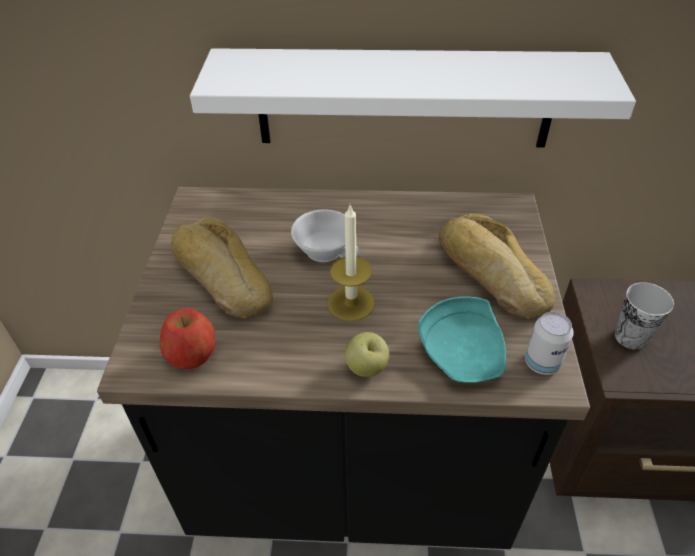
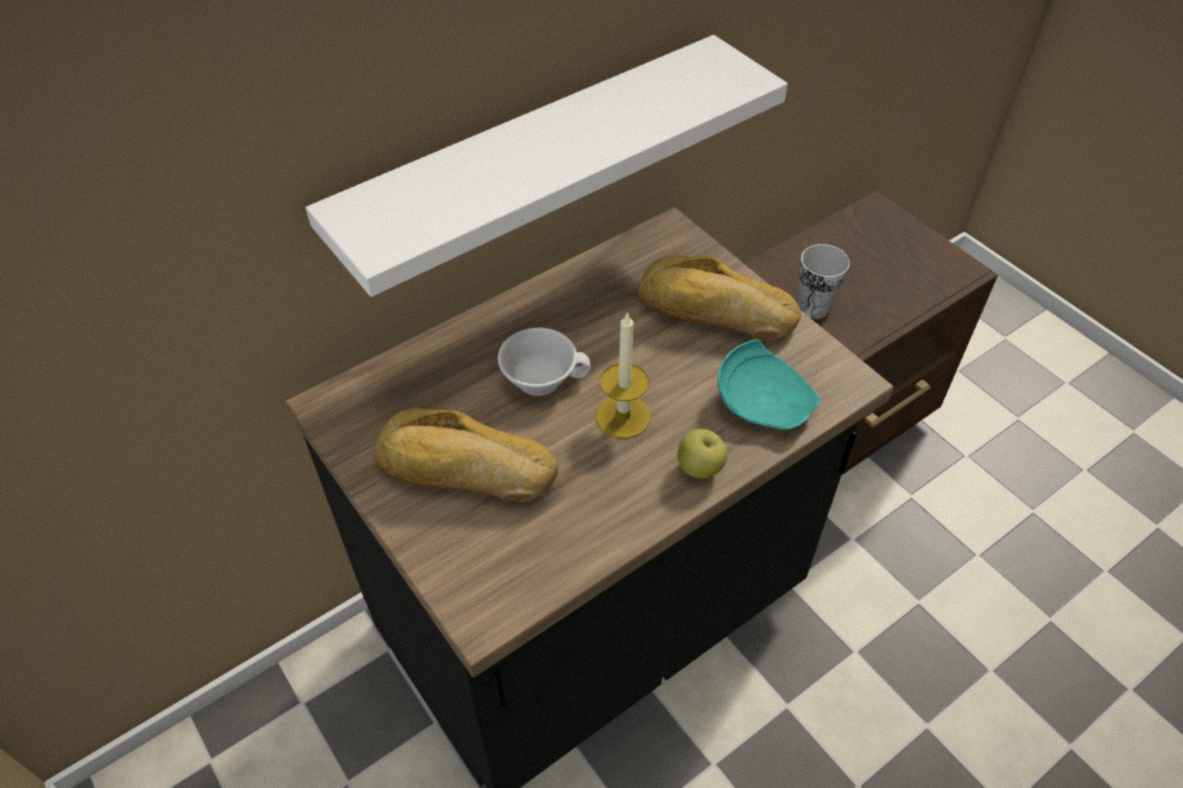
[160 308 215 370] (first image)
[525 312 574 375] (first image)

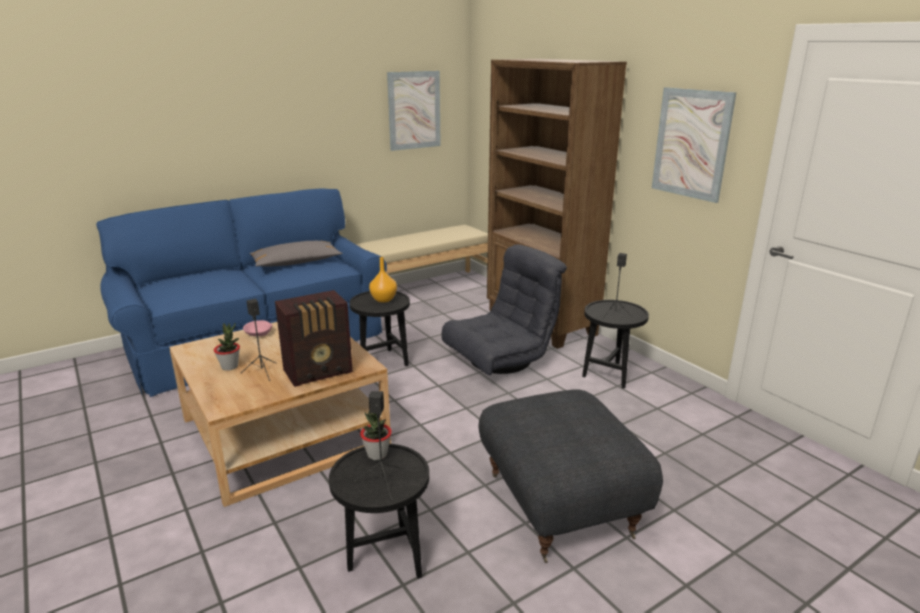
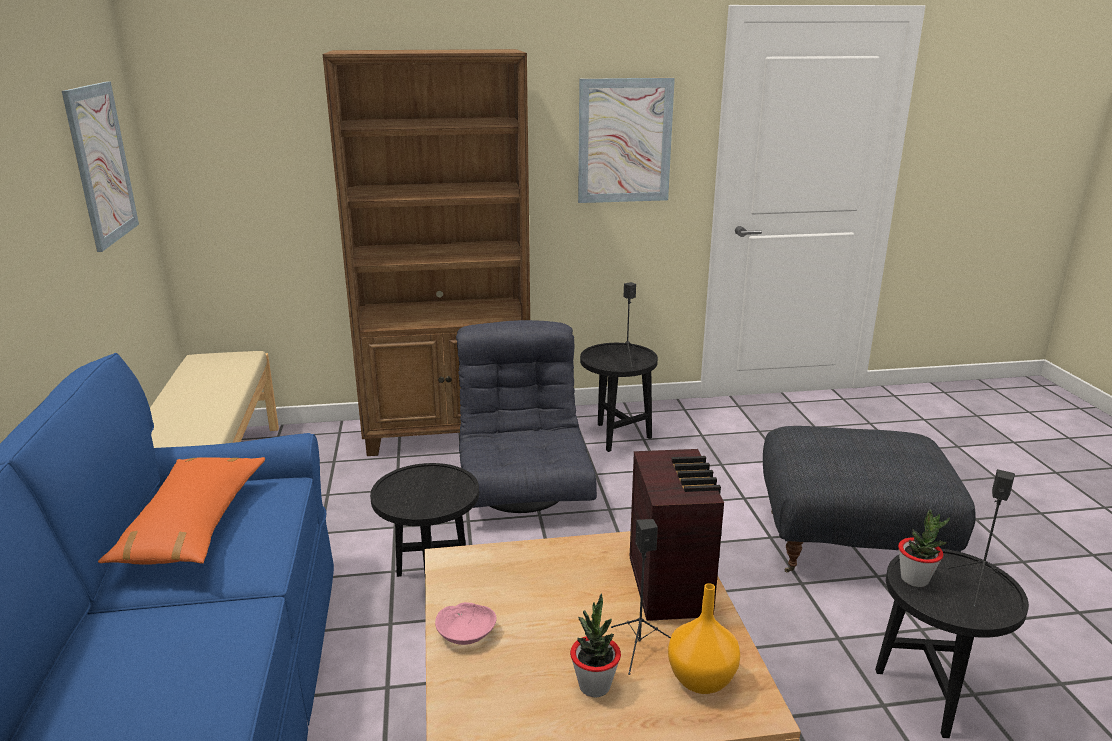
[668 583 740 694]
[98 457 265 564]

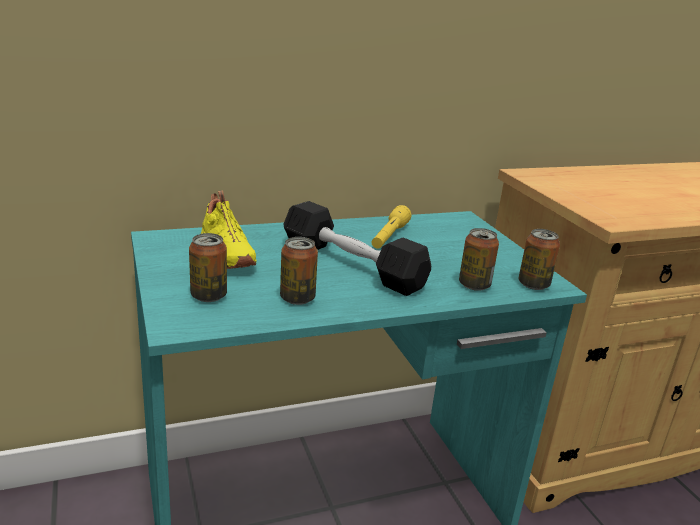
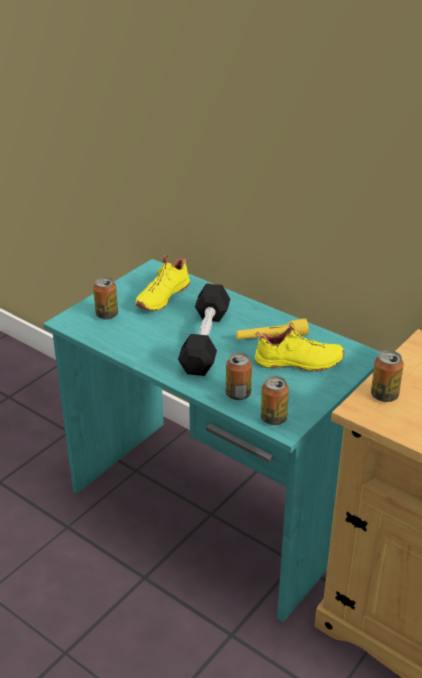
[255 322 344 372]
[371 350 404 402]

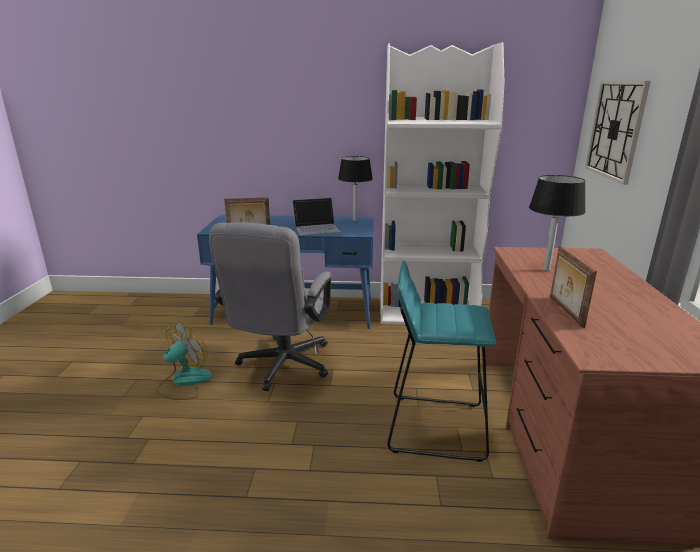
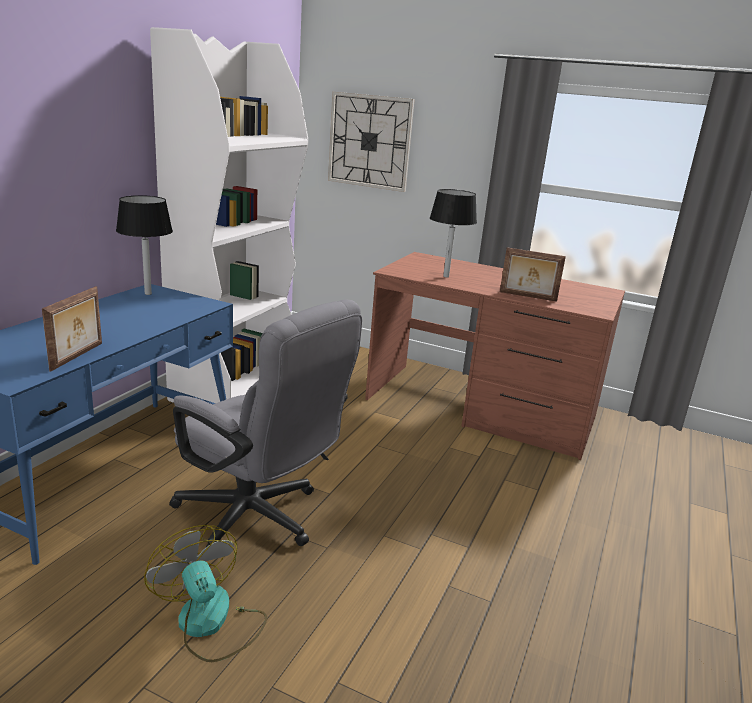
[292 198 341 235] (first image)
[387 260 496 462] (first image)

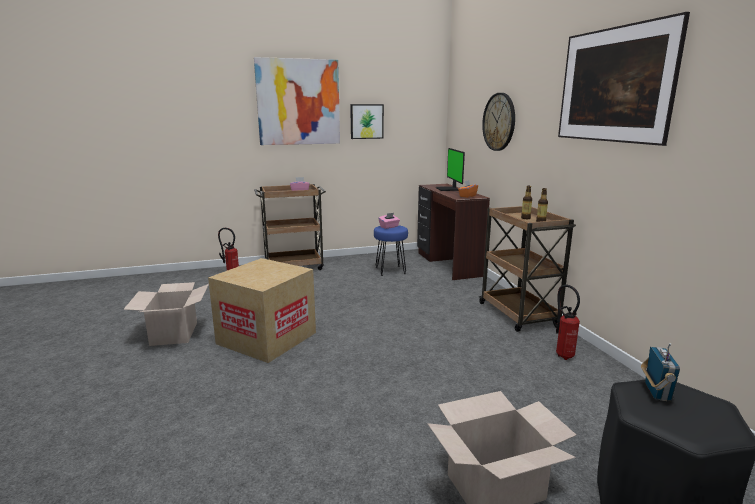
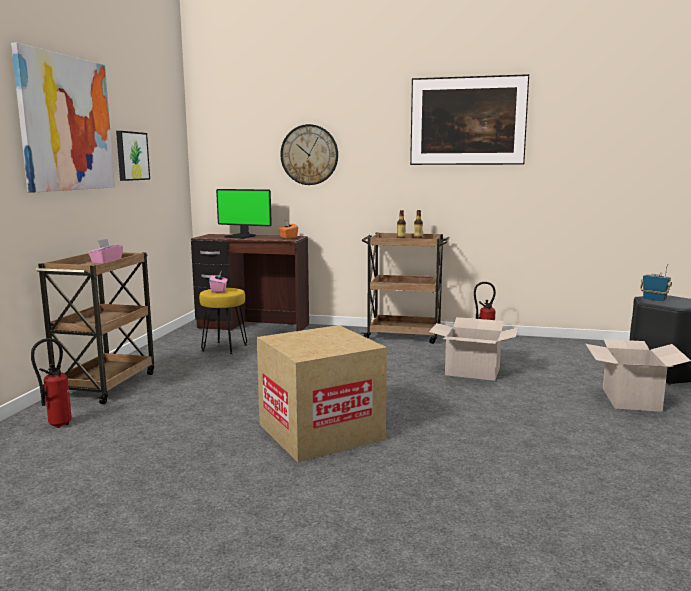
[429 317 519 381]
[199 288 247 354]

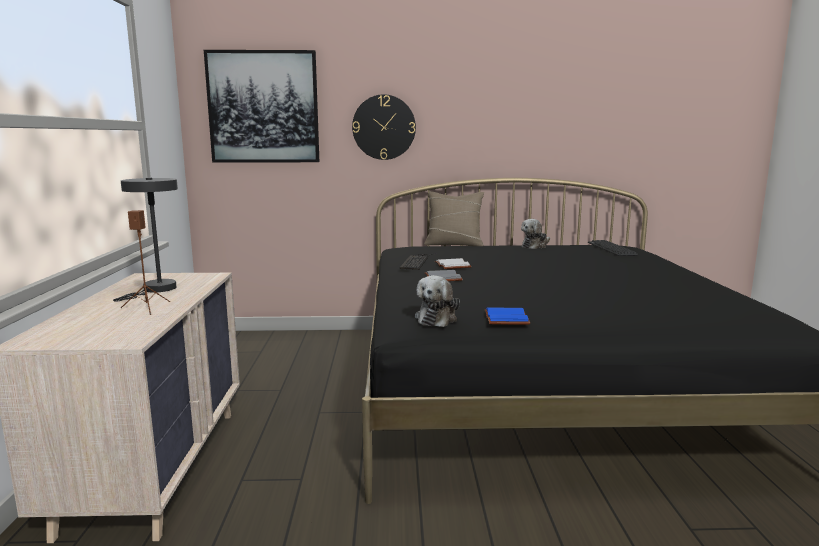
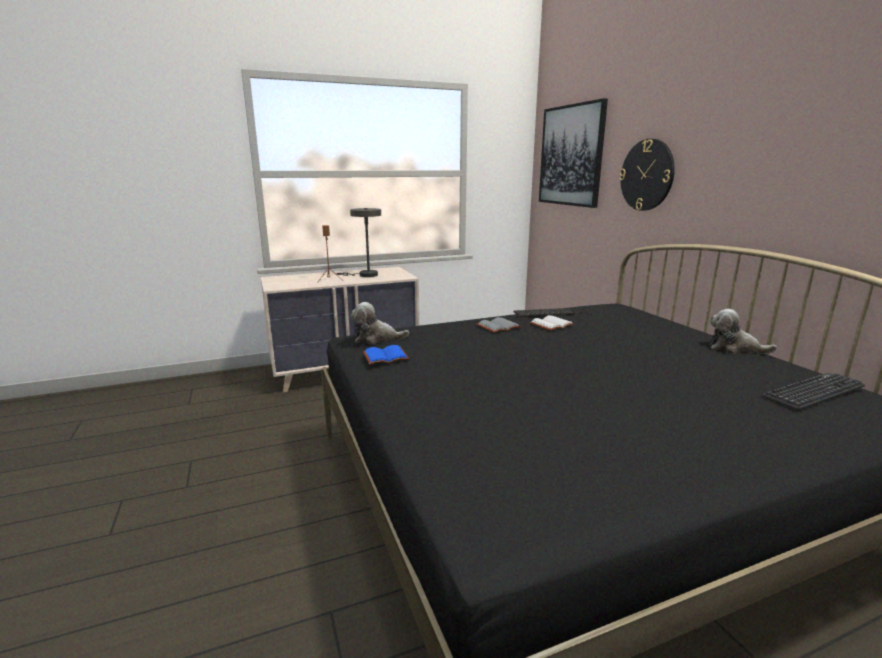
[424 191 484 246] (first image)

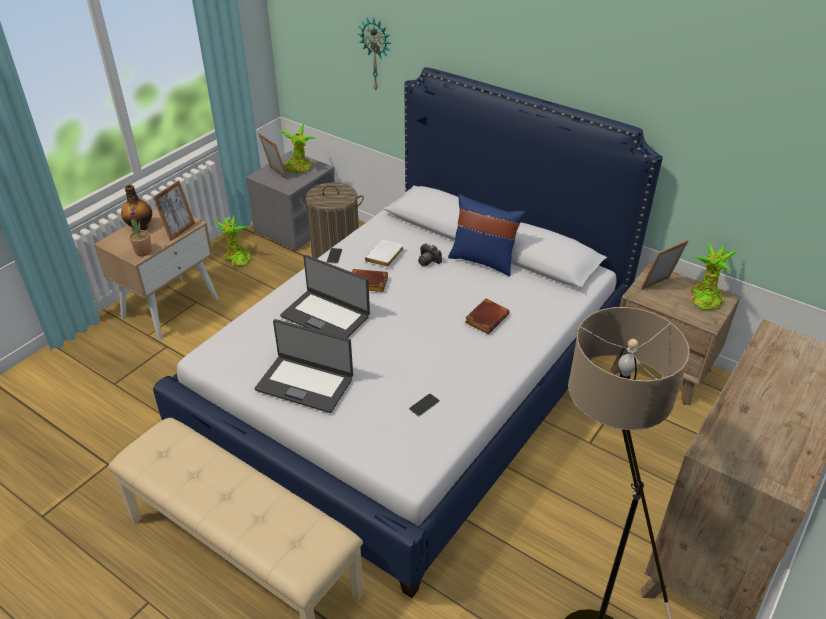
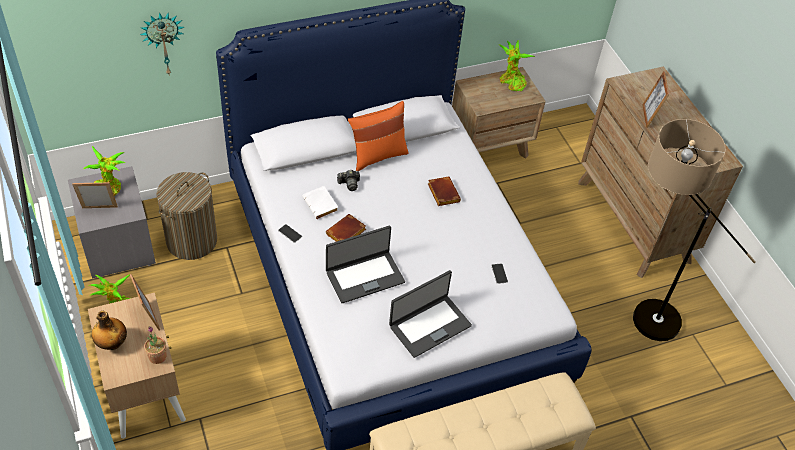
[642 71 669 128]
[348 101 409 171]

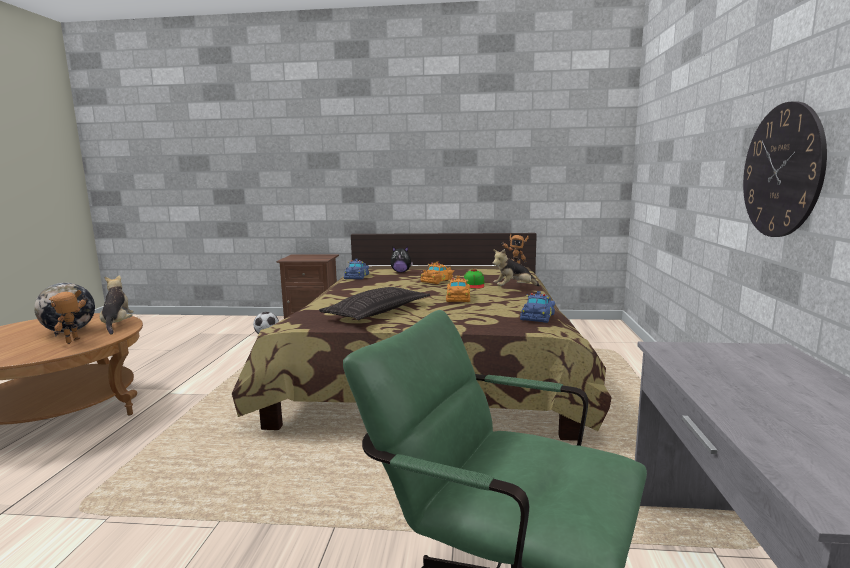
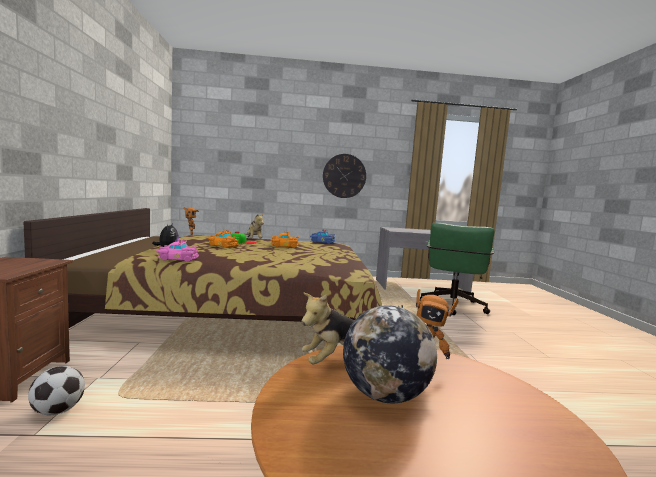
[319 287 430 320] (first image)
[156 239 200 262]

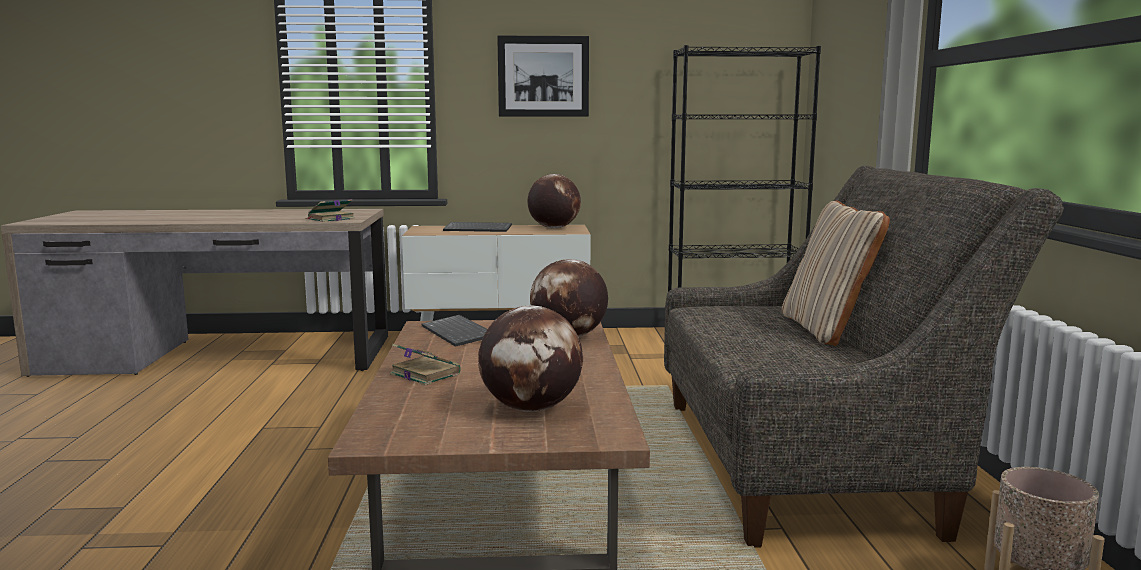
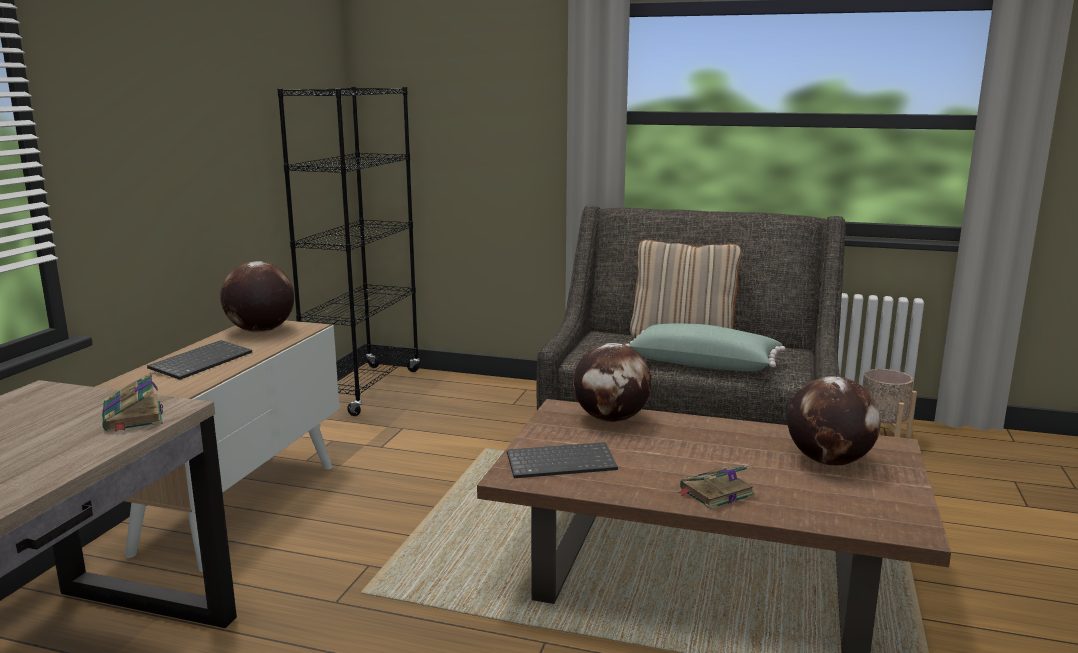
[497 36 589 117] (first image)
[625 323 785 371]

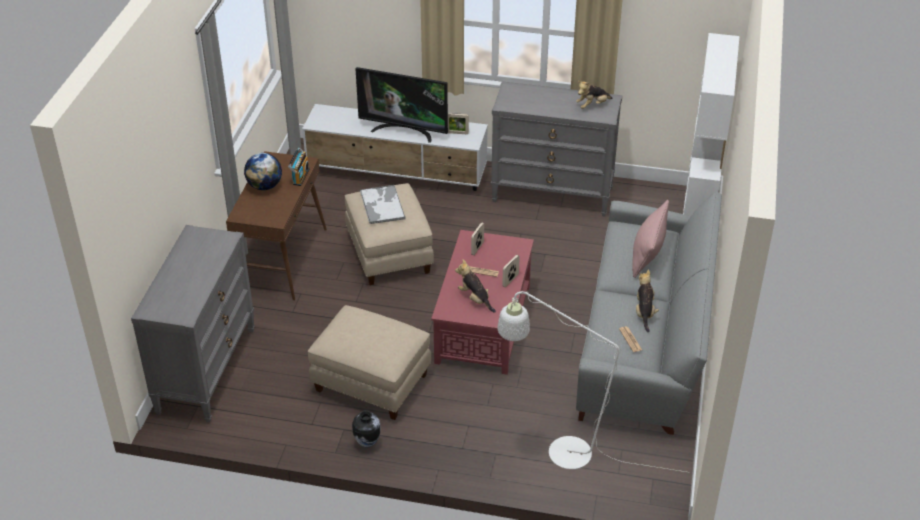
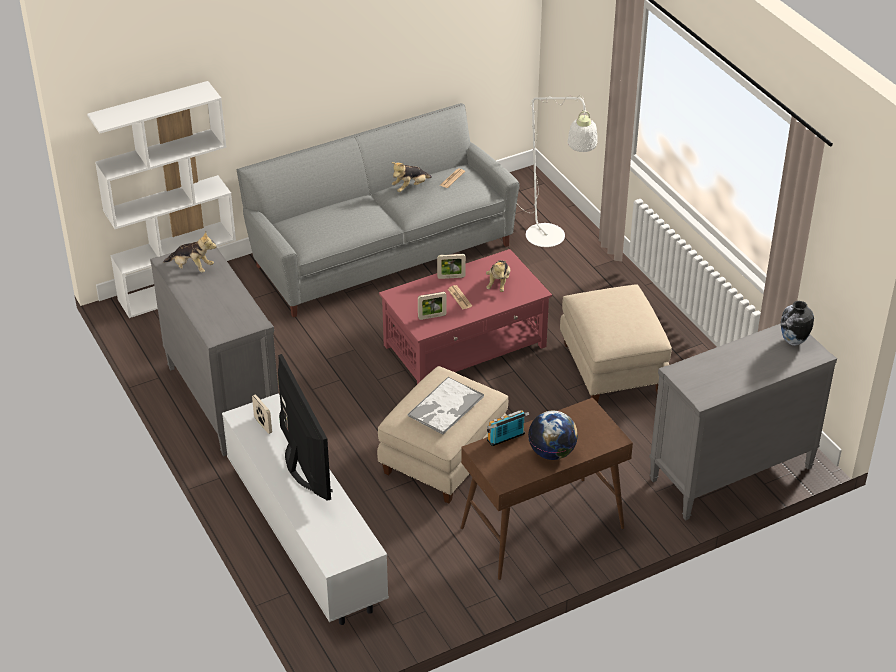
[632 200 669 278] (first image)
[781 301 814 346]

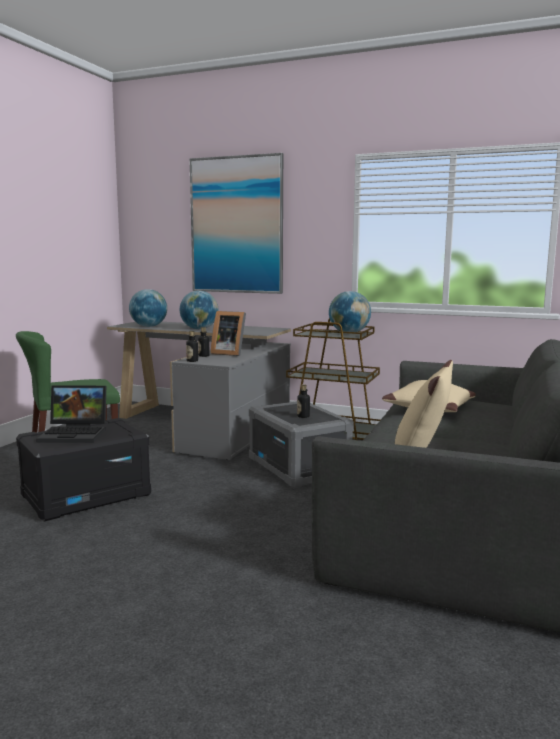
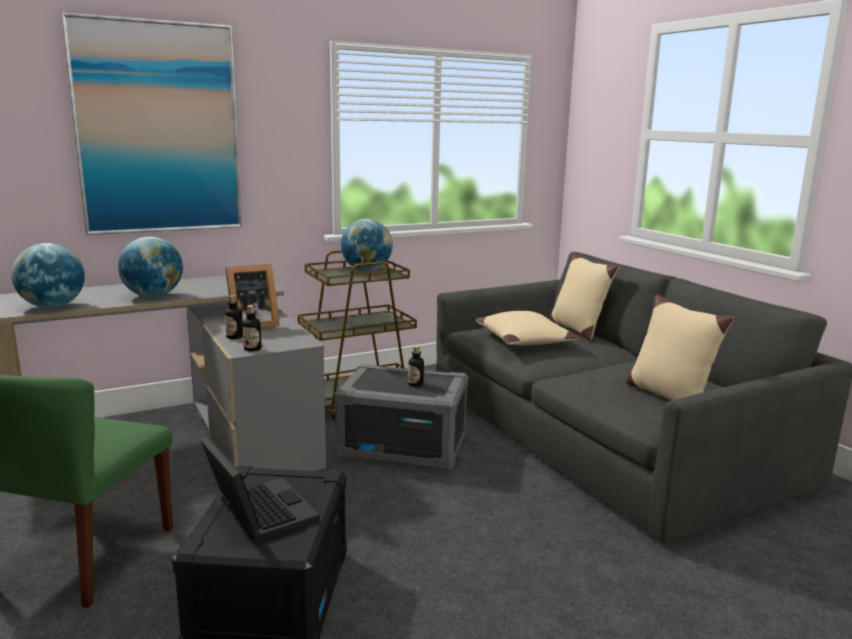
[549 252 619 341]
[201 436 320 542]

